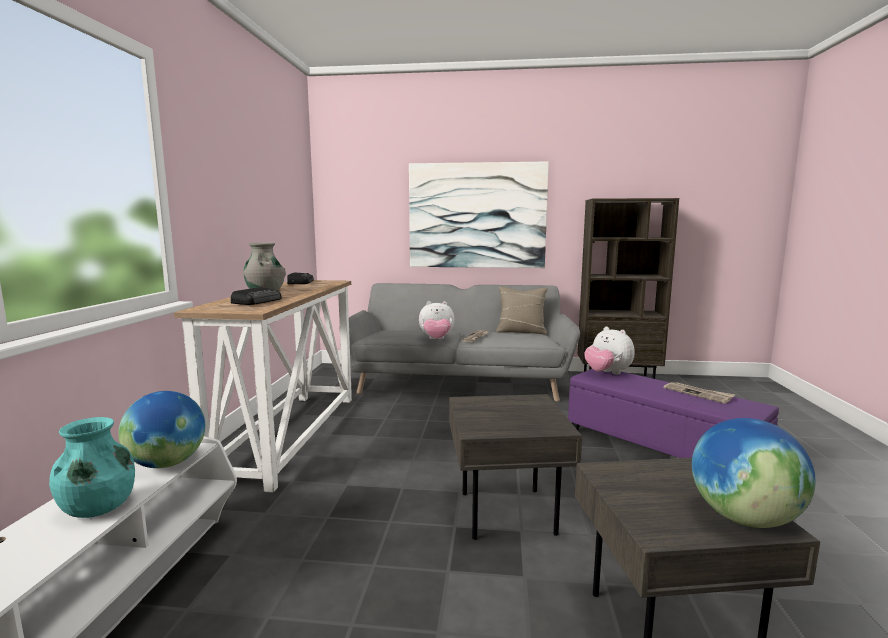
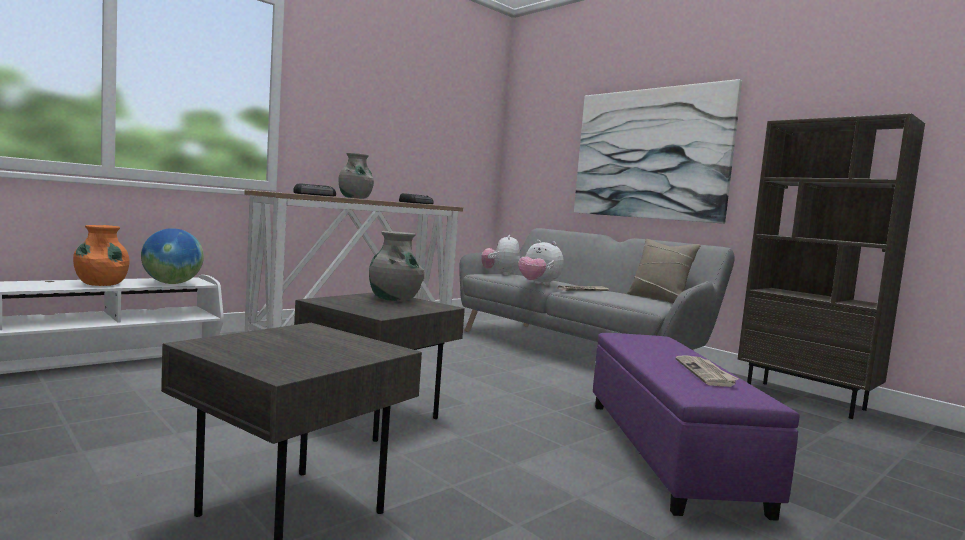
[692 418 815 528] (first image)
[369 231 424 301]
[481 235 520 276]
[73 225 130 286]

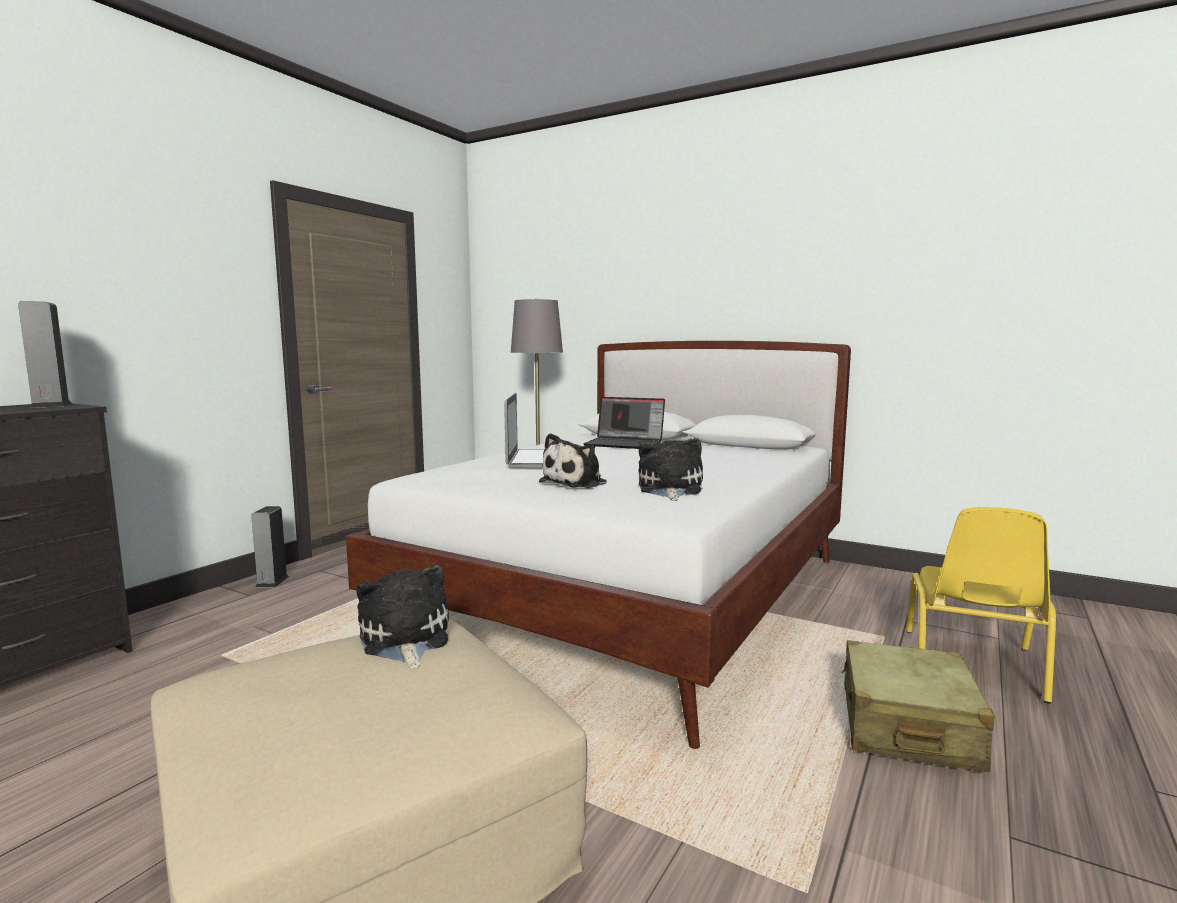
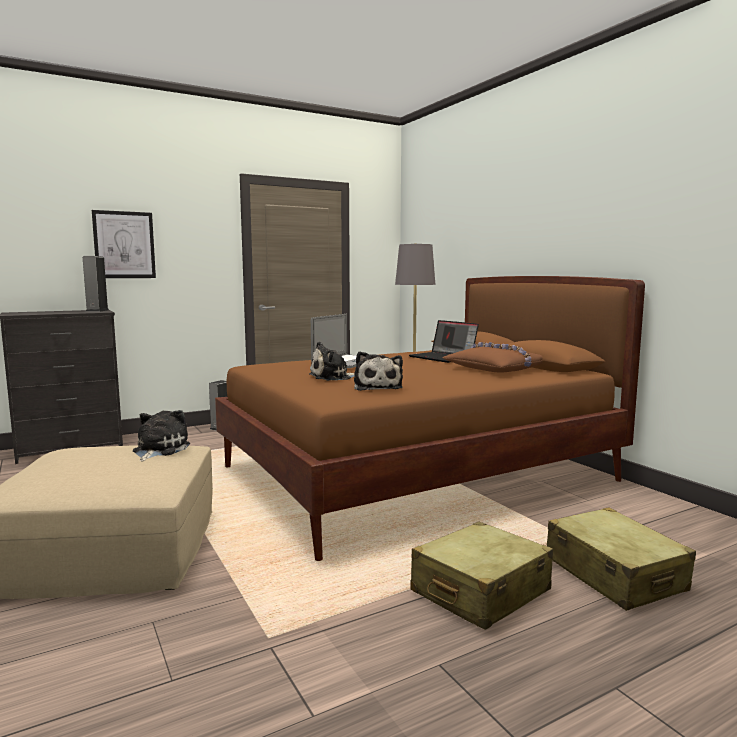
[92 210 156 278]
[443 342 543 373]
[547 507 696 611]
[215 276 645 561]
[354 351 403 391]

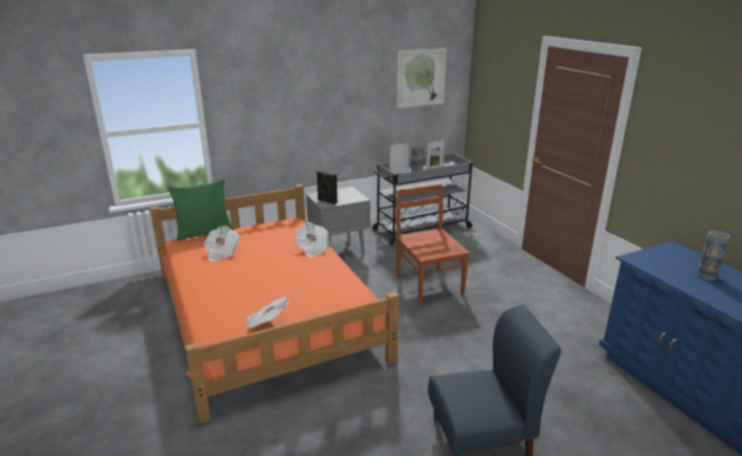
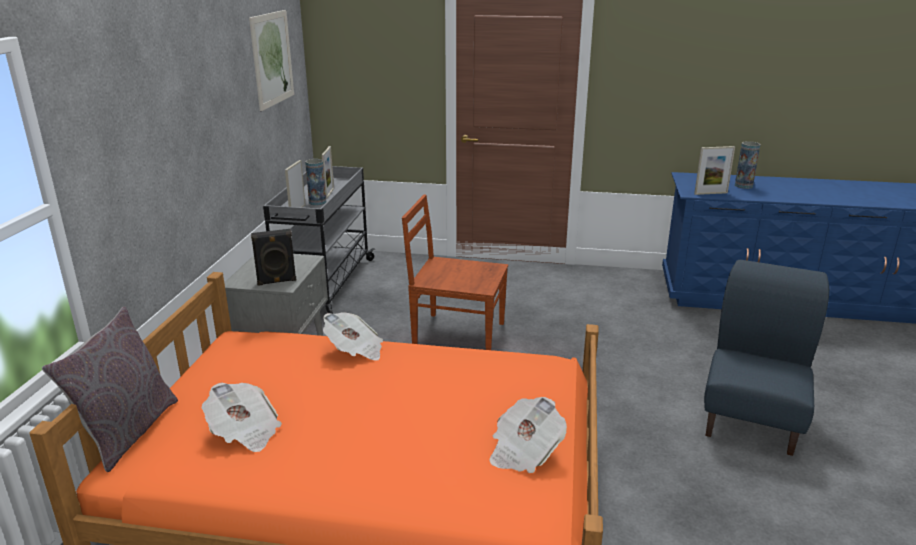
[694 146 735 195]
[42 307 178 472]

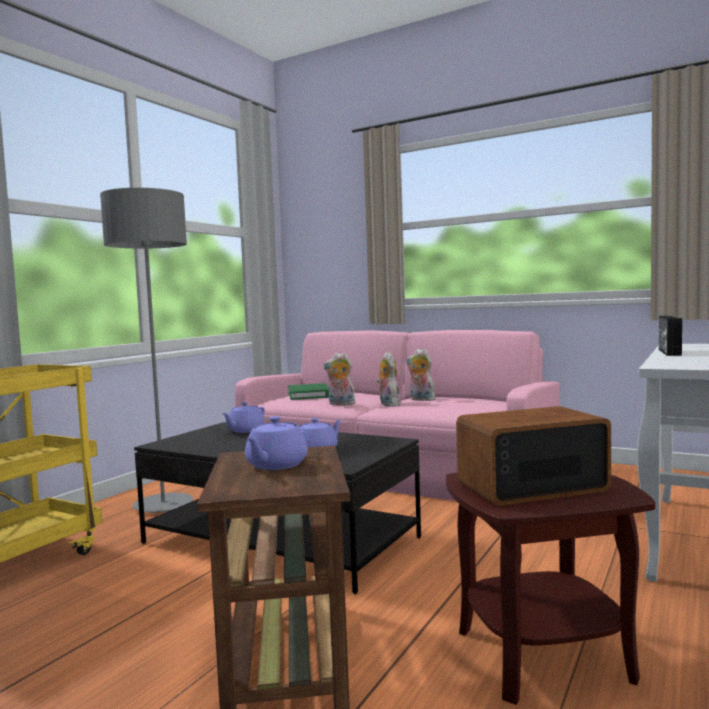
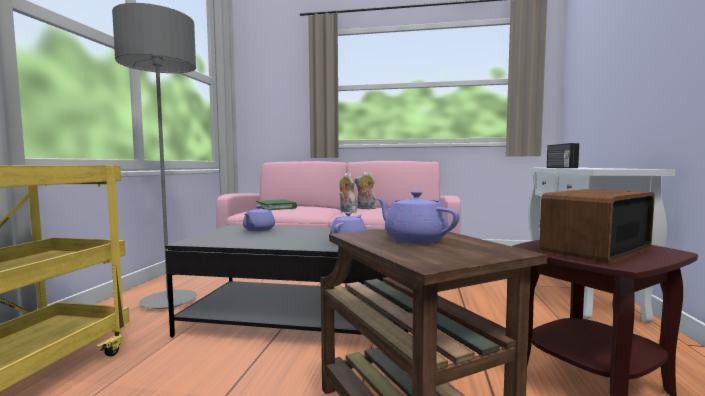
[323 352 357 405] (first image)
[376 191 460 244]

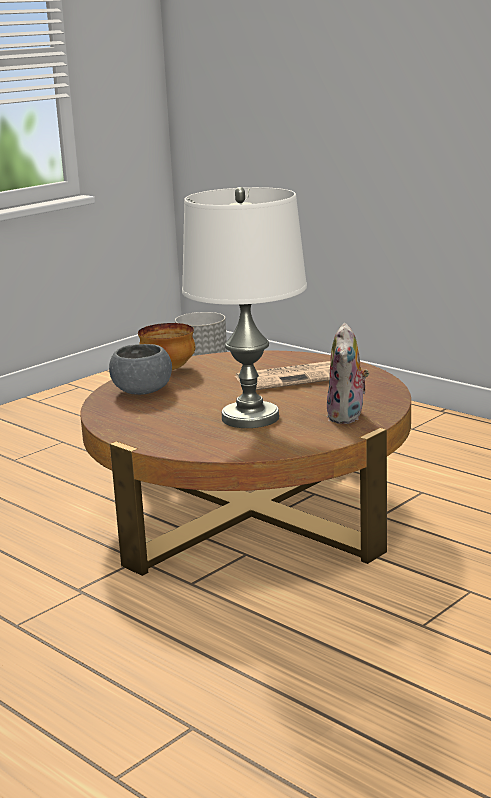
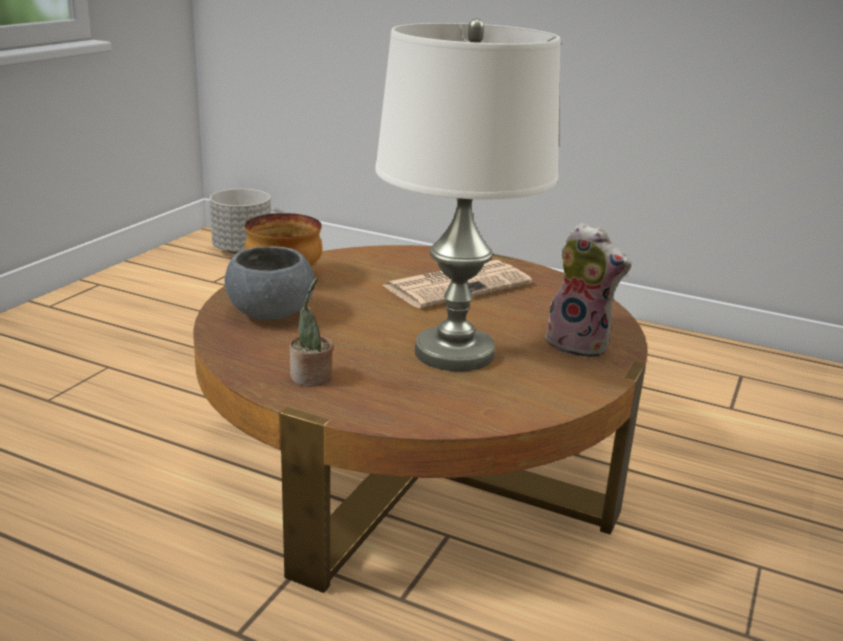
[290 278 333 387]
[542 222 631 358]

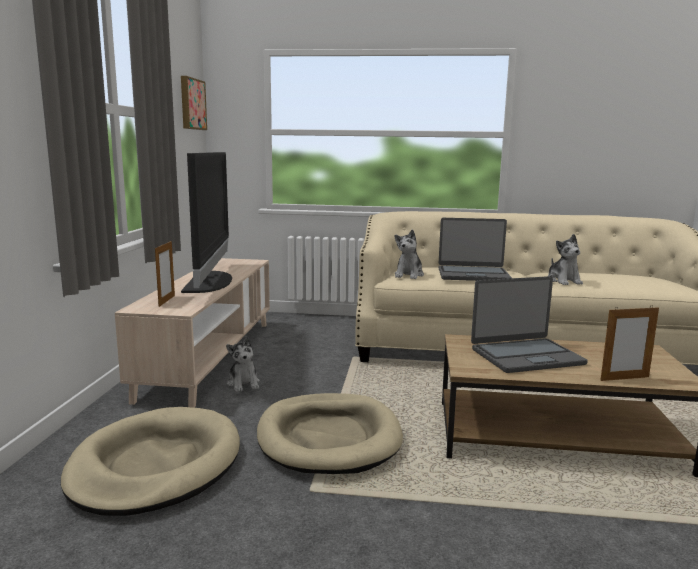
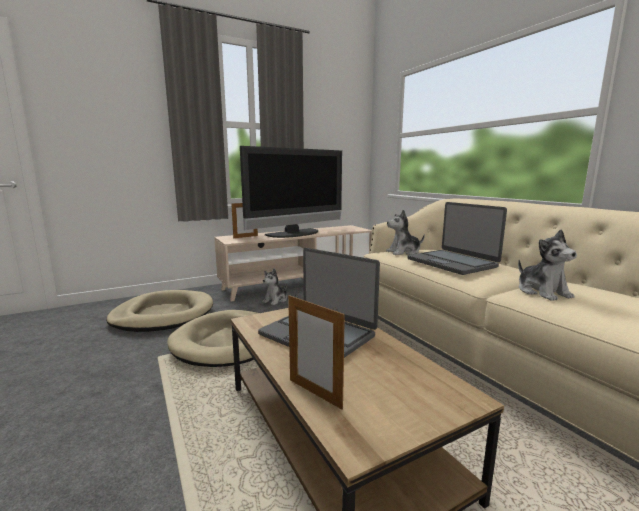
[181 76 207 130] (first image)
[518 229 577 301]

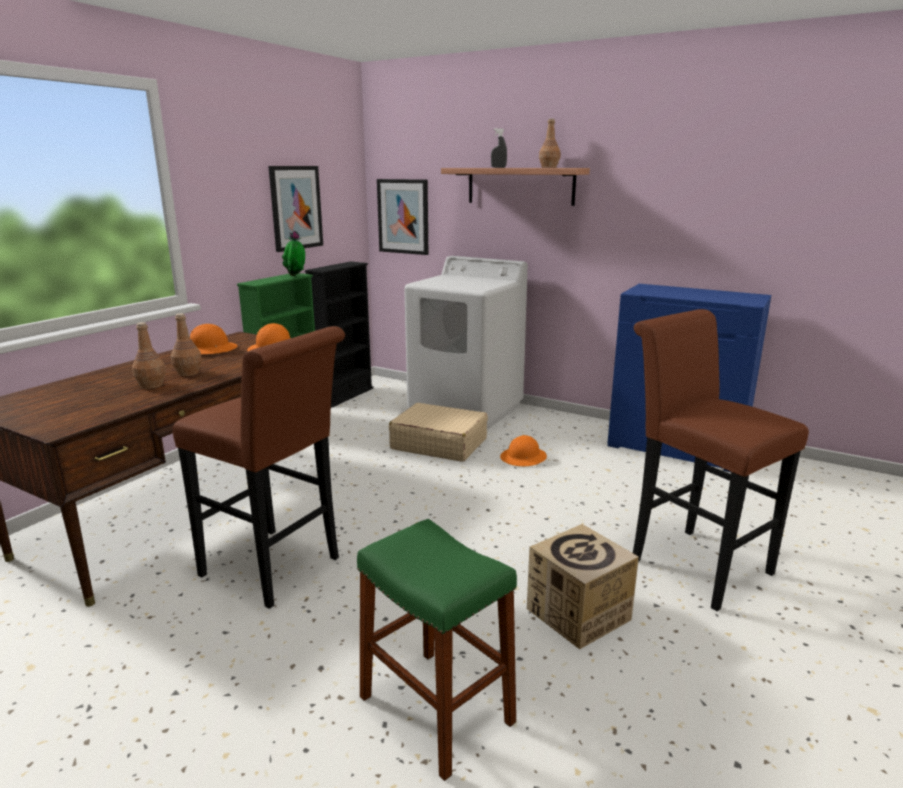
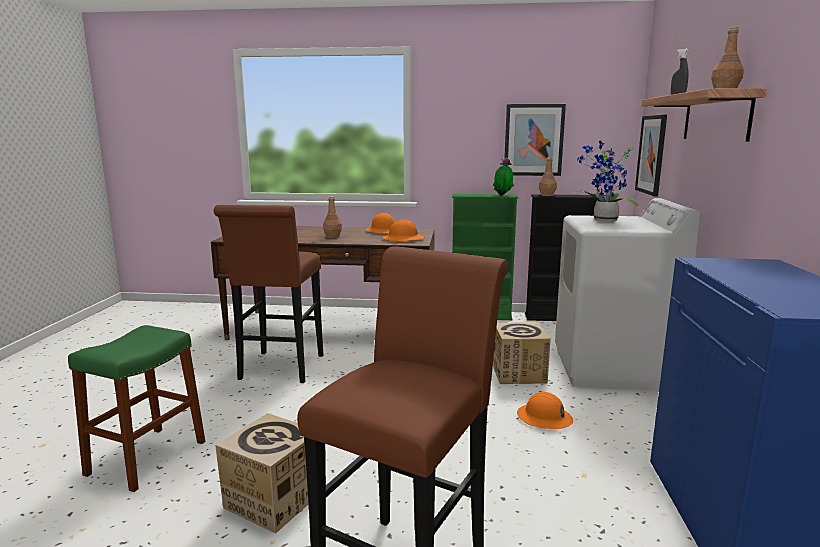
[574 140 639 222]
[539 157 557 196]
[493 322 551 384]

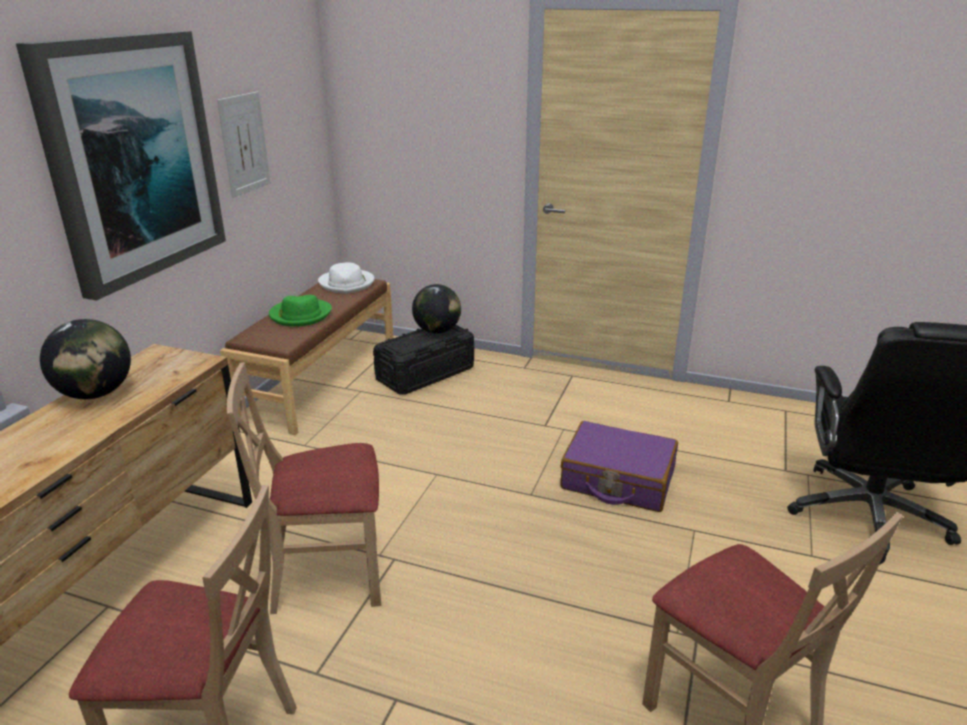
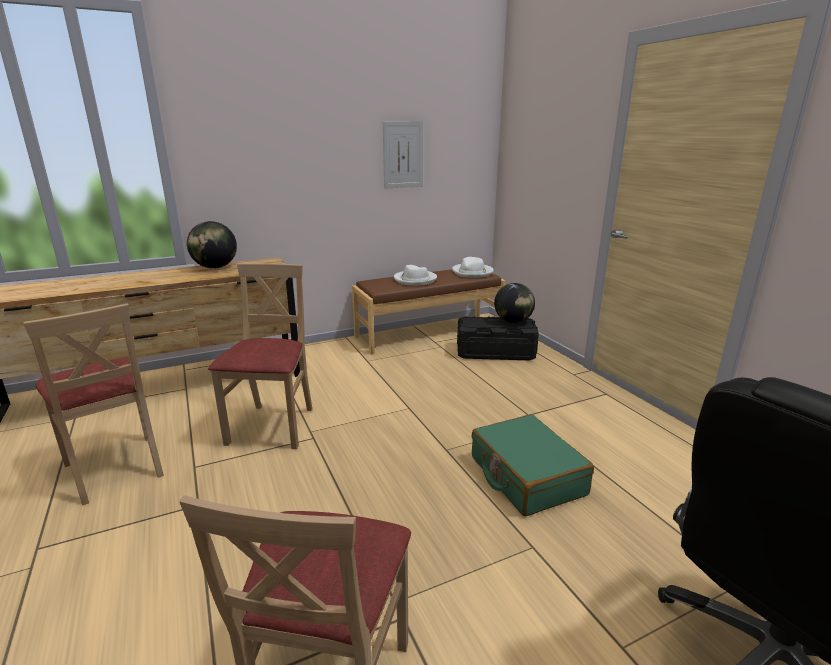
[16 31 226 300] (first image)
[394 265 437 286]
[472 414 594 516]
[208 263 312 449]

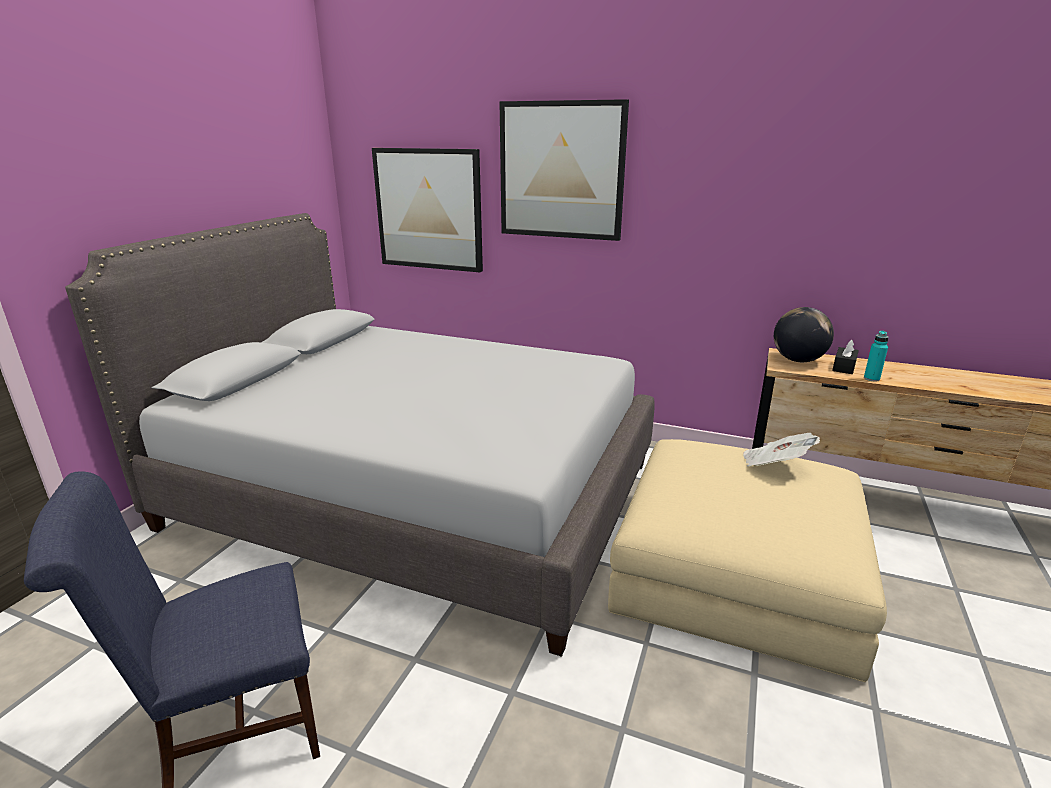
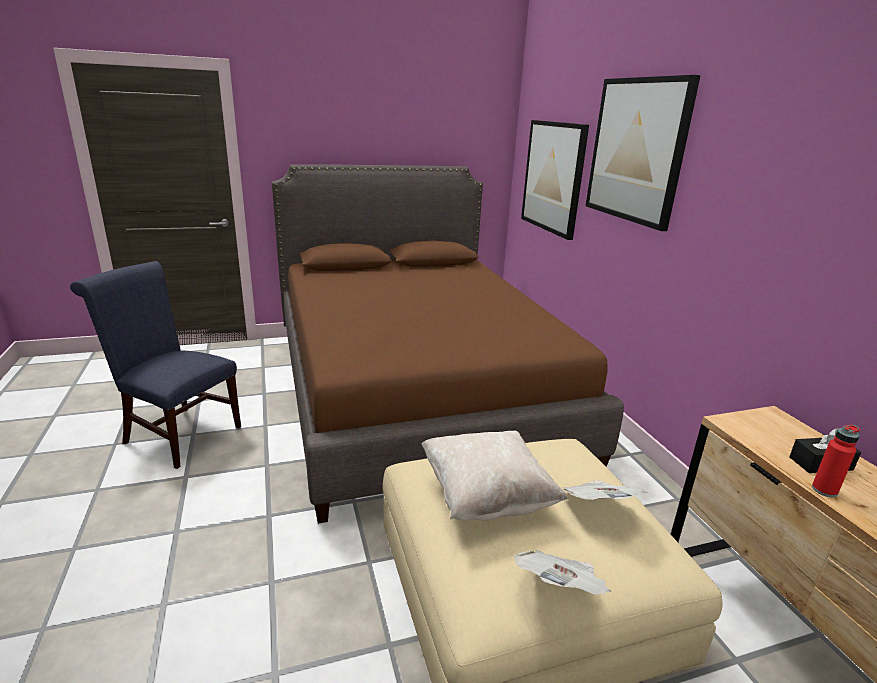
[774 307 834 362] (first image)
[421 431 568 521]
[514 550 611 595]
[272 164 624 524]
[812 425 860 497]

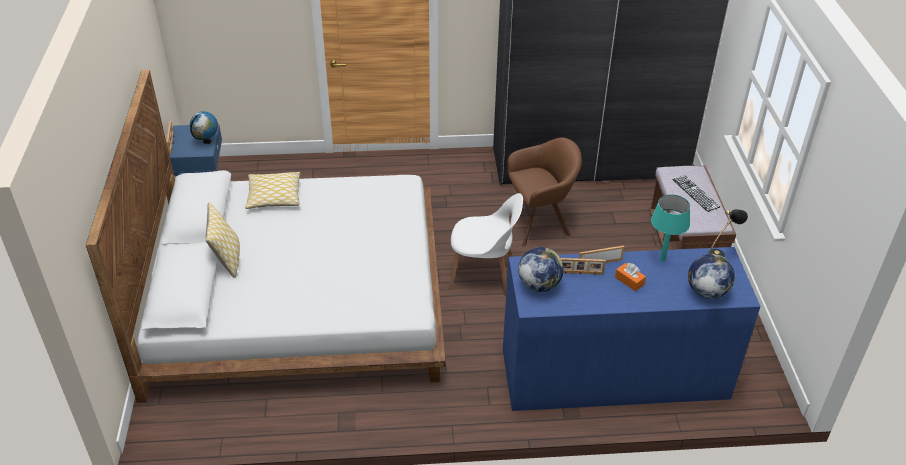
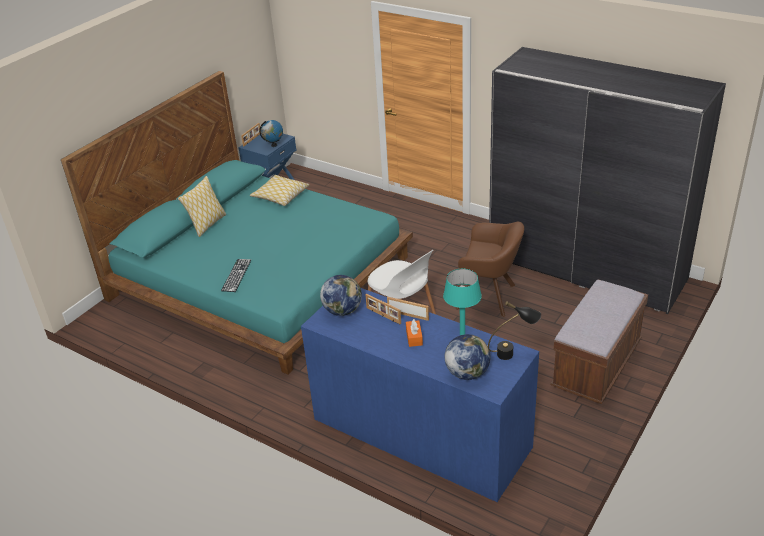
[221 259 251 292]
[61 71 413 375]

